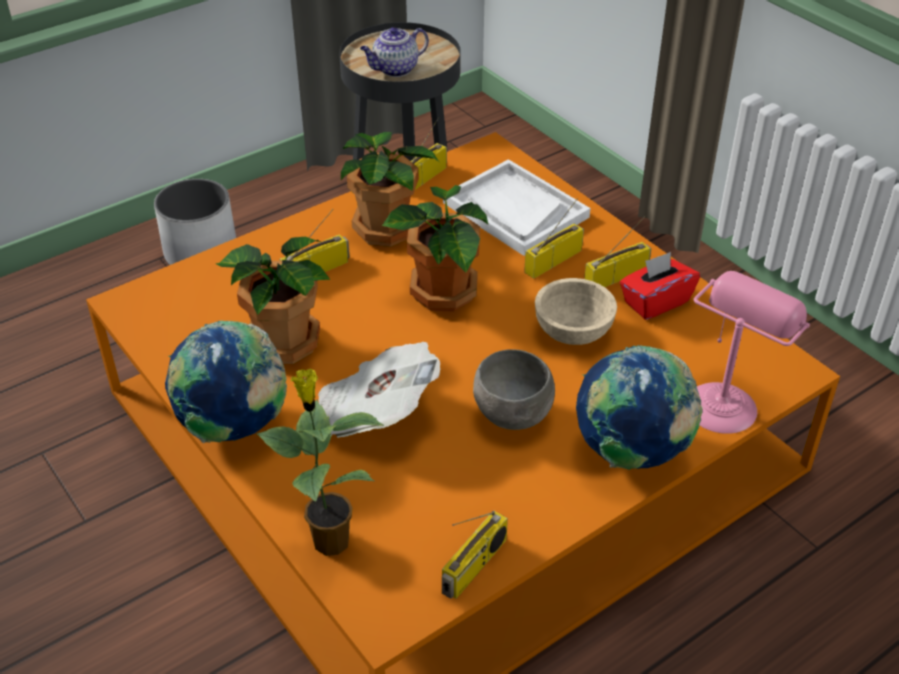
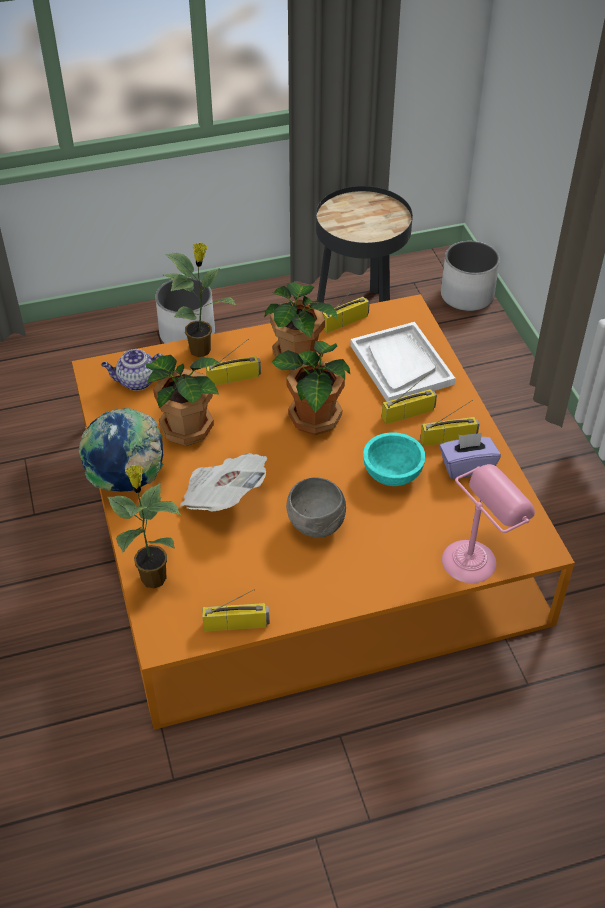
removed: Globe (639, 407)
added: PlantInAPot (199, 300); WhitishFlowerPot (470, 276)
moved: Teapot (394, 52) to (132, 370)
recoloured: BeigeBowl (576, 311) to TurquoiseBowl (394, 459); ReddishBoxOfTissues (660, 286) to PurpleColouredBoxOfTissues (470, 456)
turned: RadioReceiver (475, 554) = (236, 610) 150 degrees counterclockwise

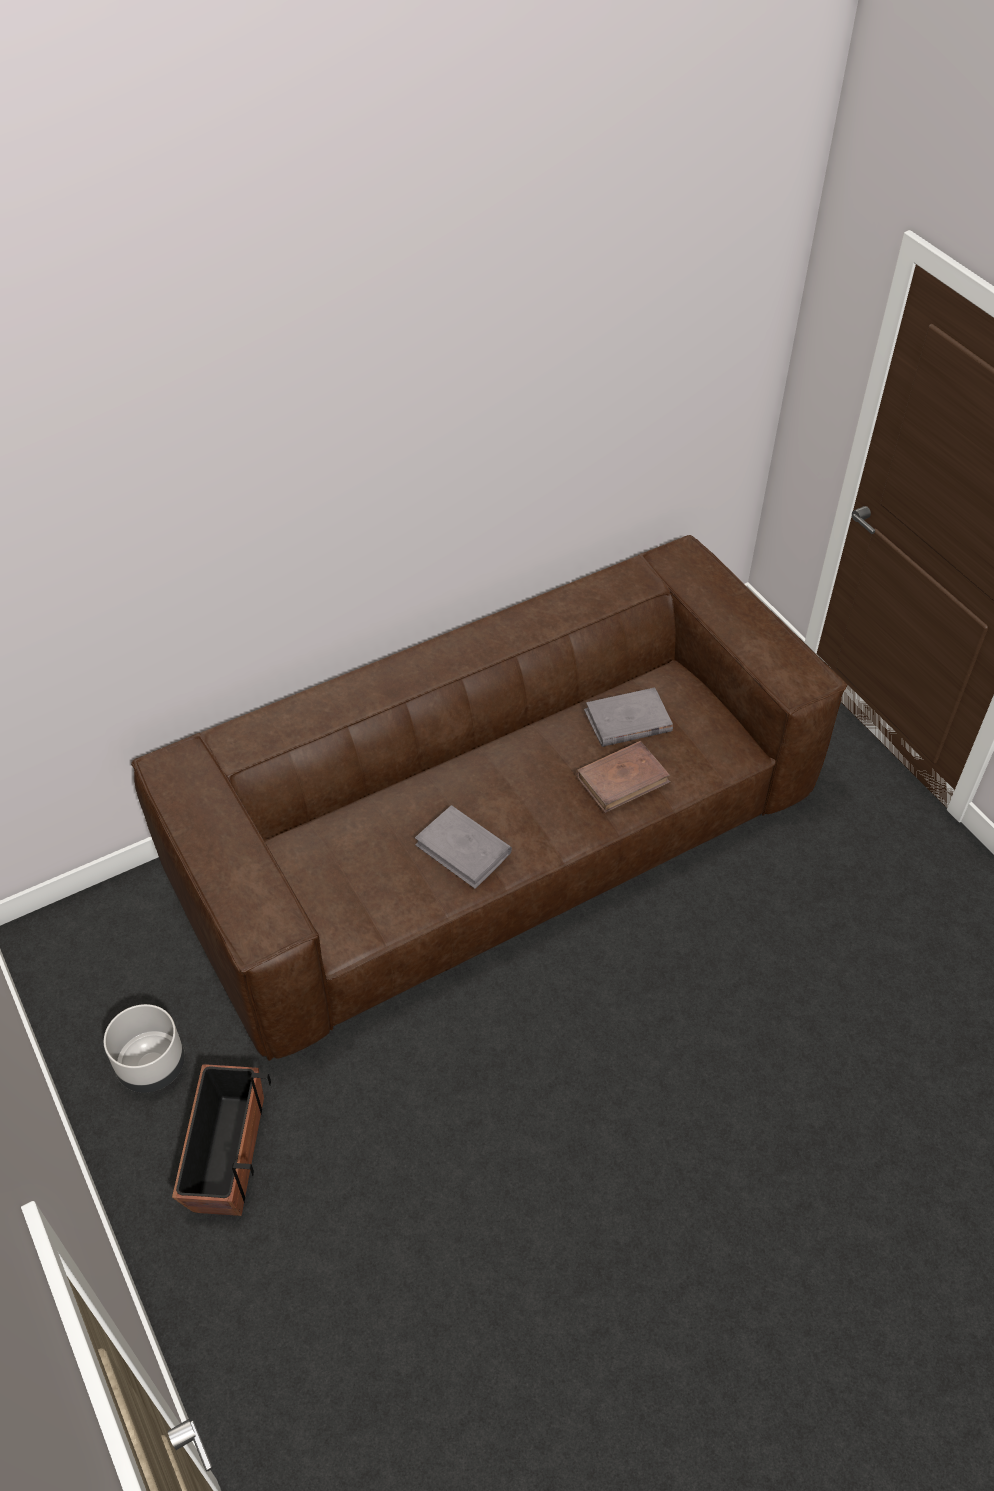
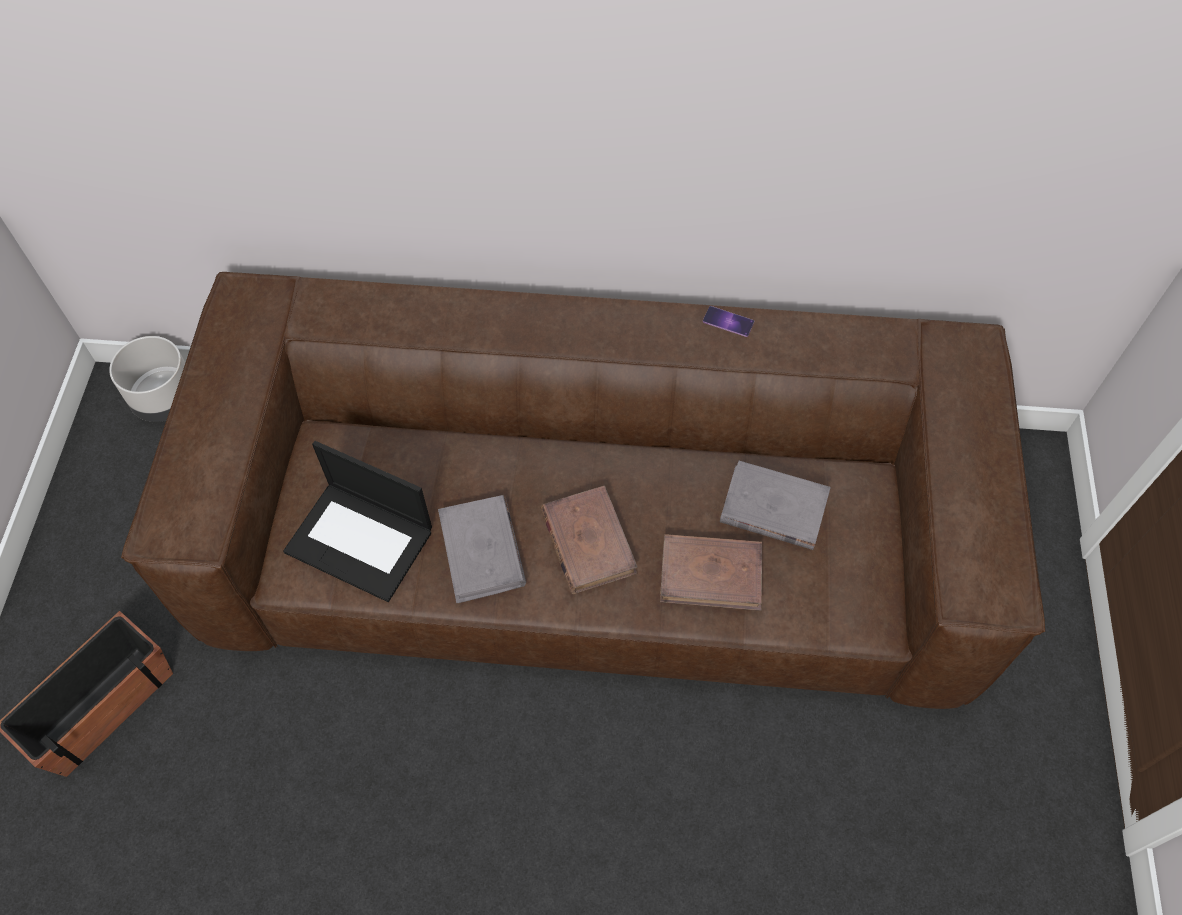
added: NotebookComputer (357, 521); BrownColouredBoundBook (589, 540); Handset (728, 321)
moved: GrayFlowerPot (144, 1048) to (147, 379)

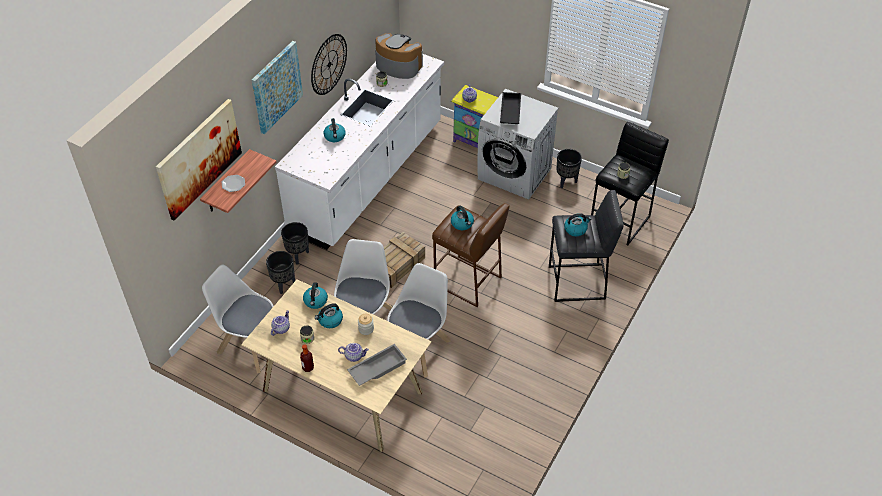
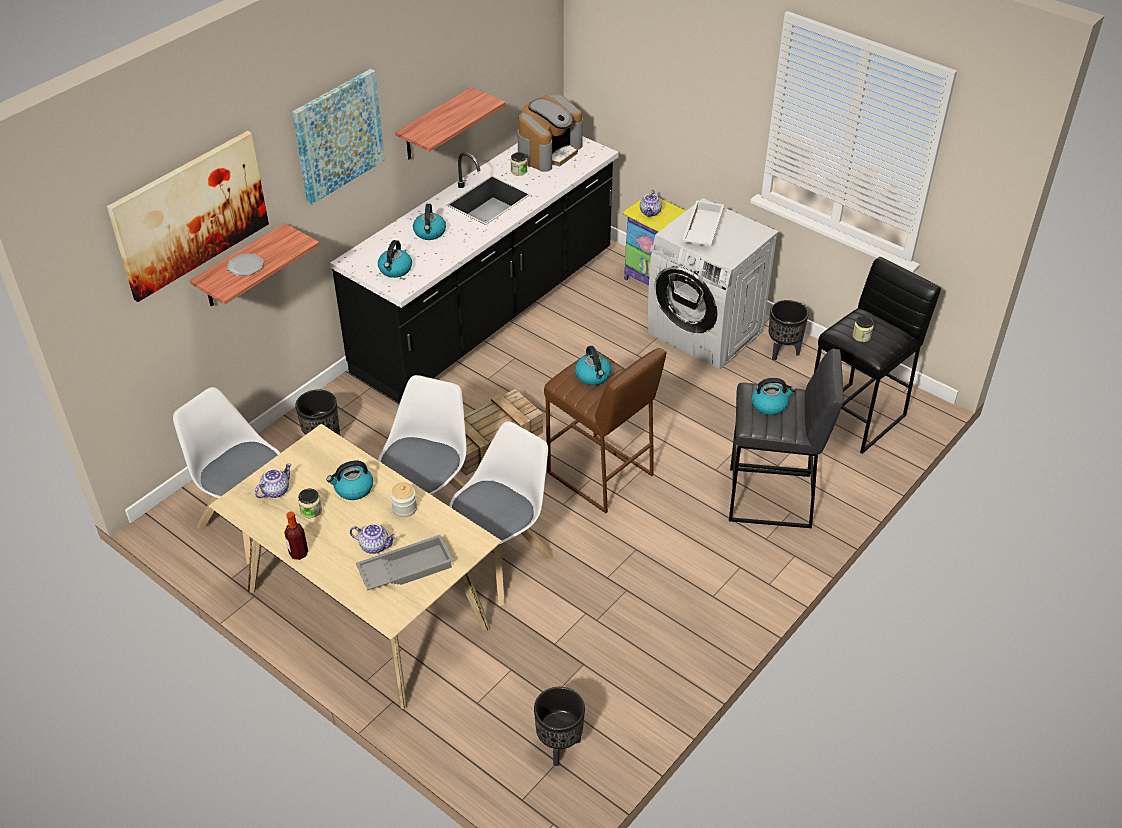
moved: TeaKettle (315, 295) to (395, 259); BlackFlowerPot (295, 243) to (559, 726)
replaced: WallClock (329, 64) to WallShelf (450, 123)
recoloured: WhitishKitchenBaseUnit (359, 152) to BlackKitchenBaseUnit (474, 270); BlackCarryingTray (510, 108) to WhitishCarryingTray (703, 223)
turned: CoffeeMachine (399, 56) = (550, 133) 90 degrees clockwise

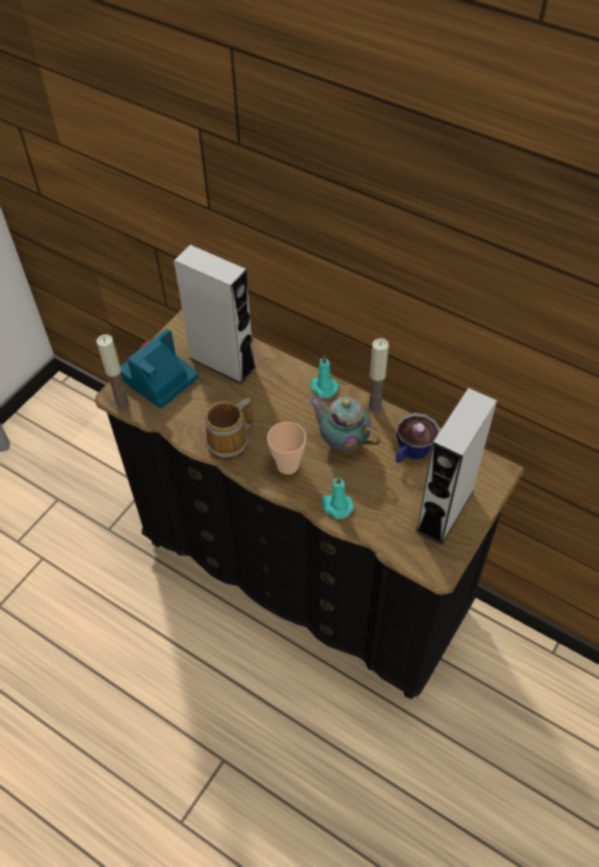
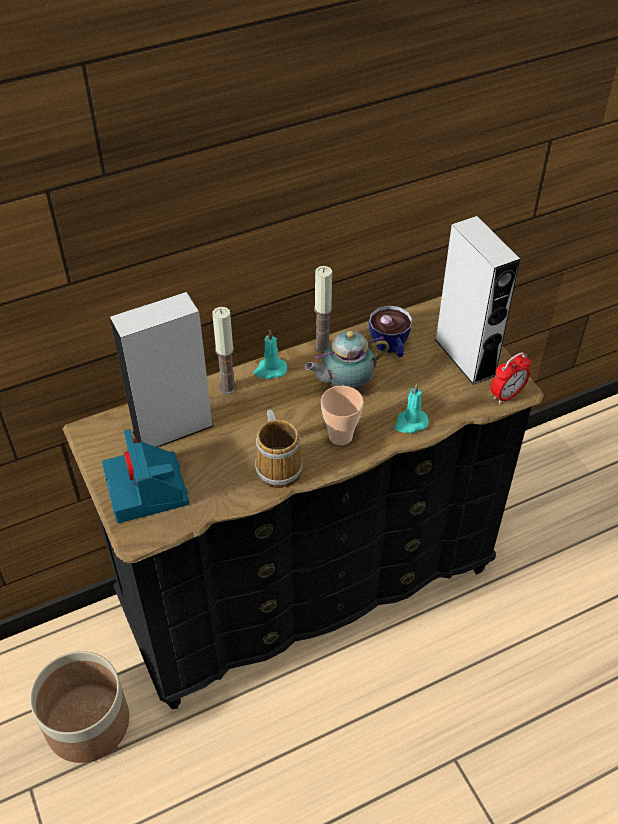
added: FlowerPot (79, 707); AlarmClock (511, 378)
moved: WaxLight (113, 371) to (224, 351)

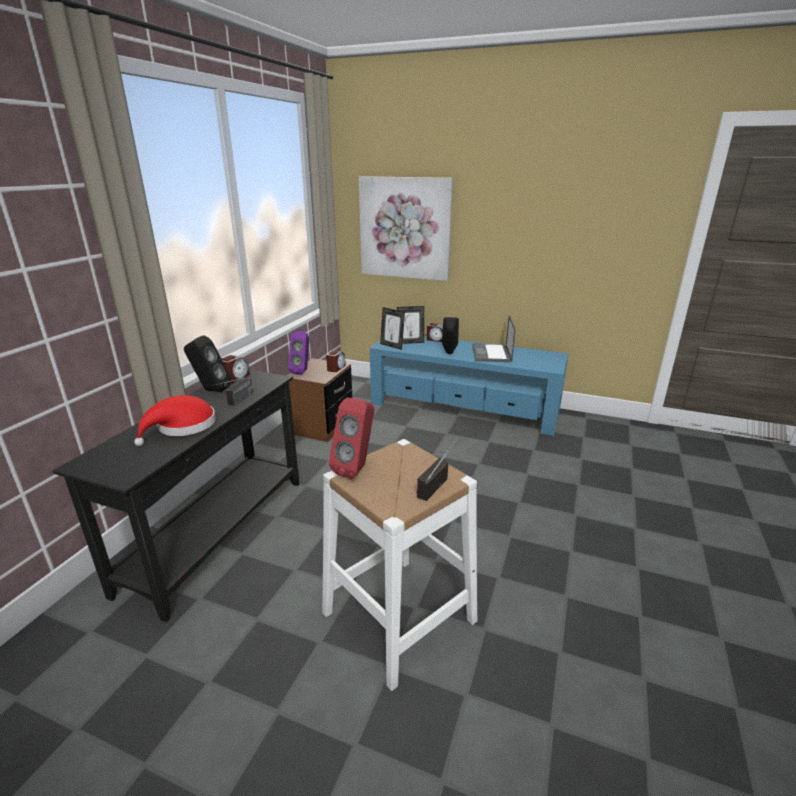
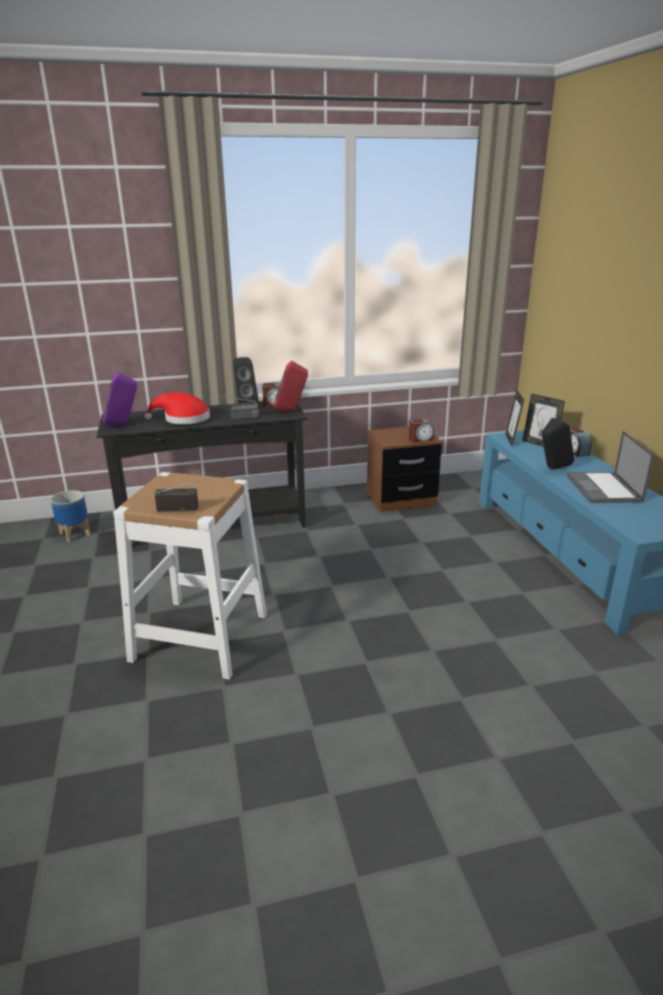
removed: WallArt (406, 228)
added: FlowerPot (70, 516)
moved: PurpleColouredLoudspeaker (299, 353) to (120, 399); ReddishLoudspeaker (351, 438) to (291, 386)
turned: NotebookComputer (494, 338) = (610, 467) 60 degrees counterclockwise

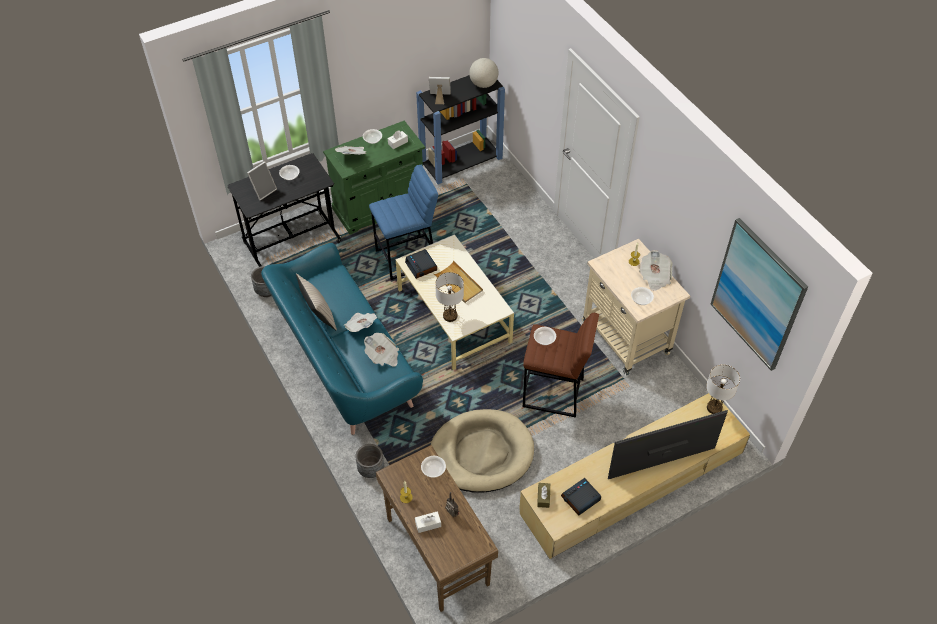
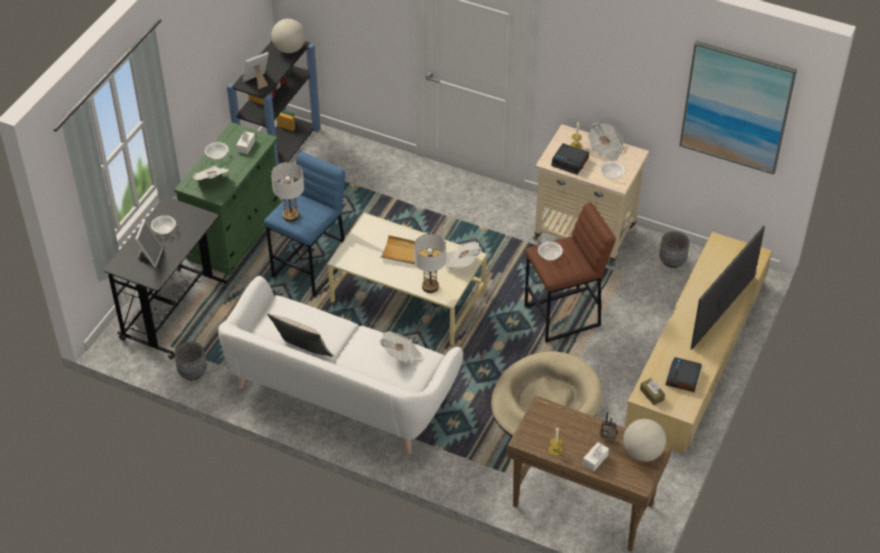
removed: Bowl (433, 467)
added: Globe (644, 440)
moved: LampForATable (723, 389) to (287, 192); PrintedPaper (360, 322) to (463, 256); AlarmClock (421, 264) to (570, 159); GrayFlowerPot (369, 461) to (674, 249)
recoloured: TurquoiseSofa (342, 339) to WhitishSofa (340, 365)

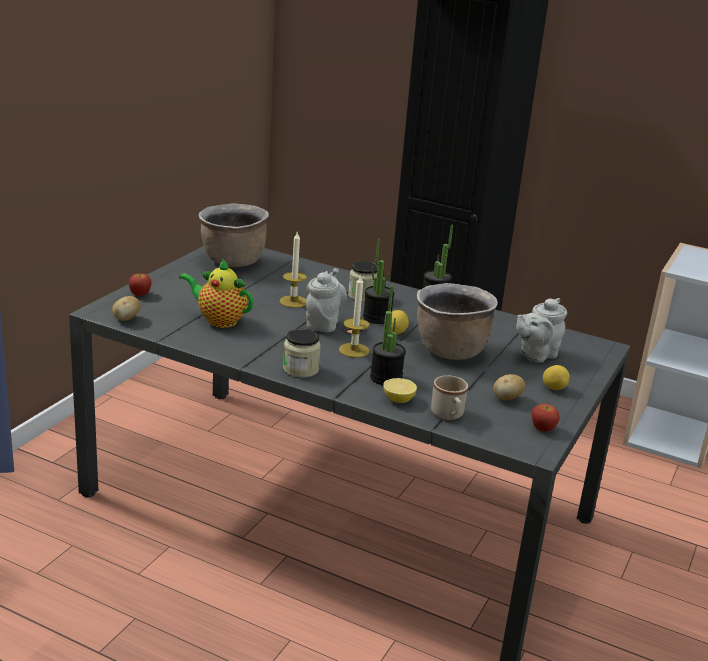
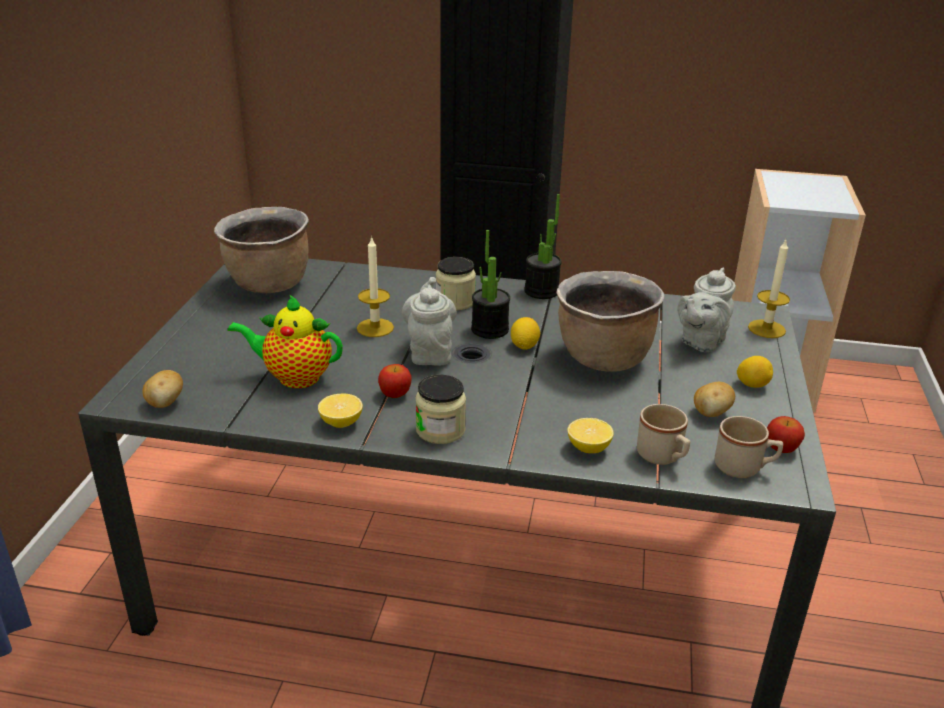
removed: PlantInAPot (388, 335)
added: WholeLemon (340, 411); BeigeTeaMug (749, 447)
moved: AppleFruit (140, 285) to (394, 381); WaxLight (354, 316) to (769, 289)

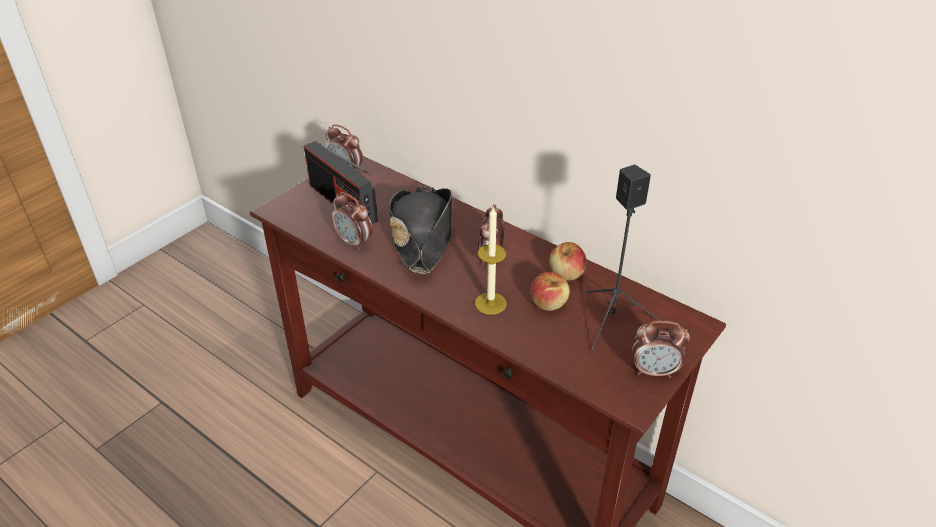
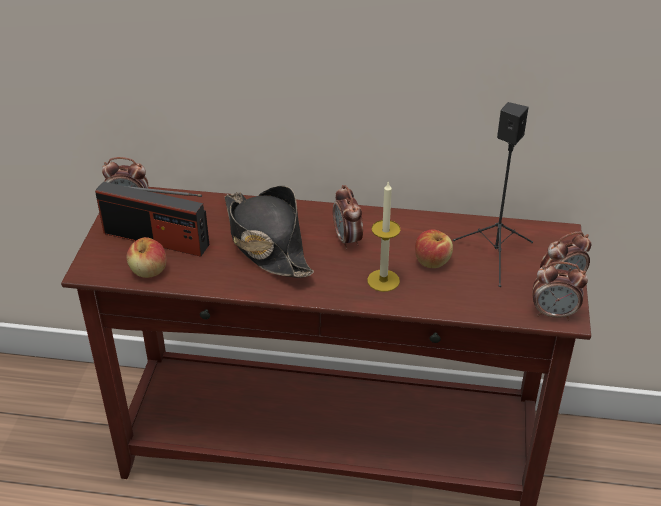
moved: AppleFruit (567, 261) to (147, 257); AlarmClock (352, 221) to (560, 291)

